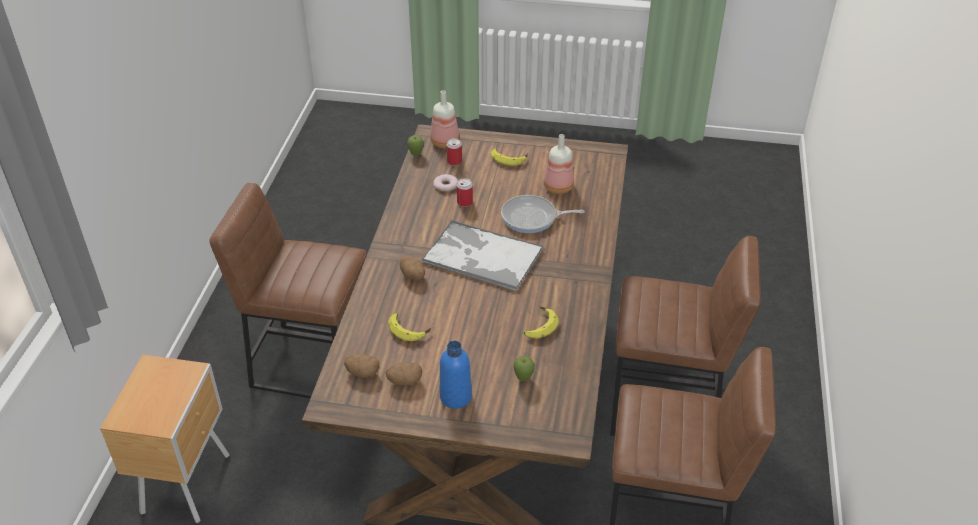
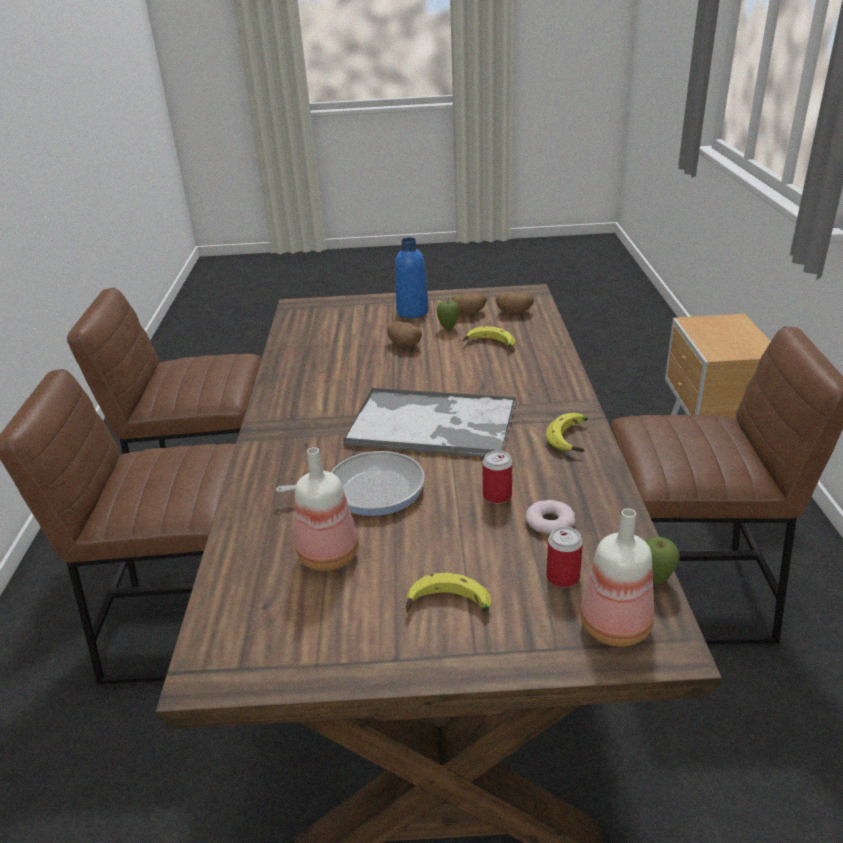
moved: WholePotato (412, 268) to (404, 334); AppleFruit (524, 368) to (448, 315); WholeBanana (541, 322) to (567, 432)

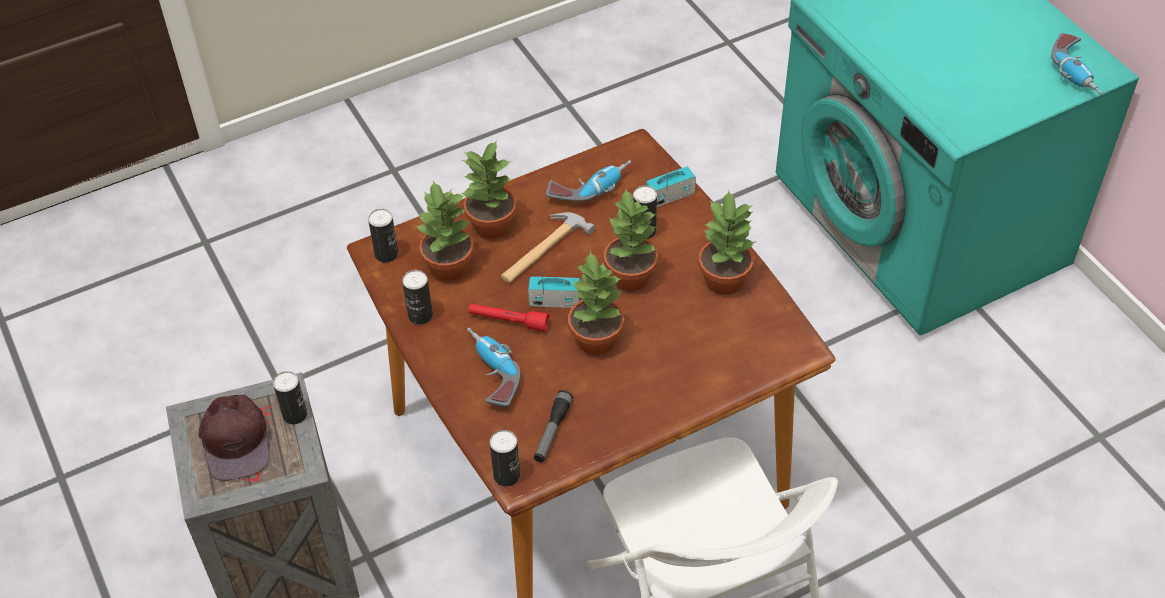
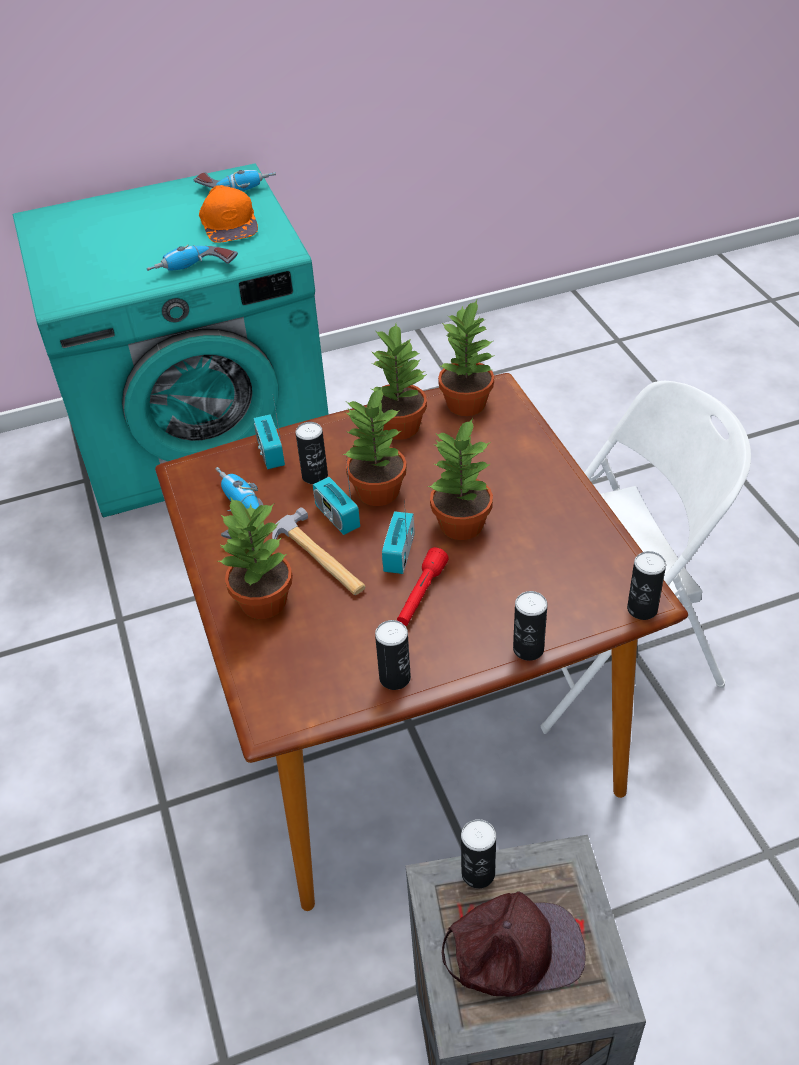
removed: Torch (553, 426)
added: OrangeColouredBaseballCap (228, 214); RadioReceiver (336, 497)
moved: Drill (493, 367) to (192, 258); PlantInAPot (445, 231) to (466, 358); SealedCan (383, 236) to (530, 626)

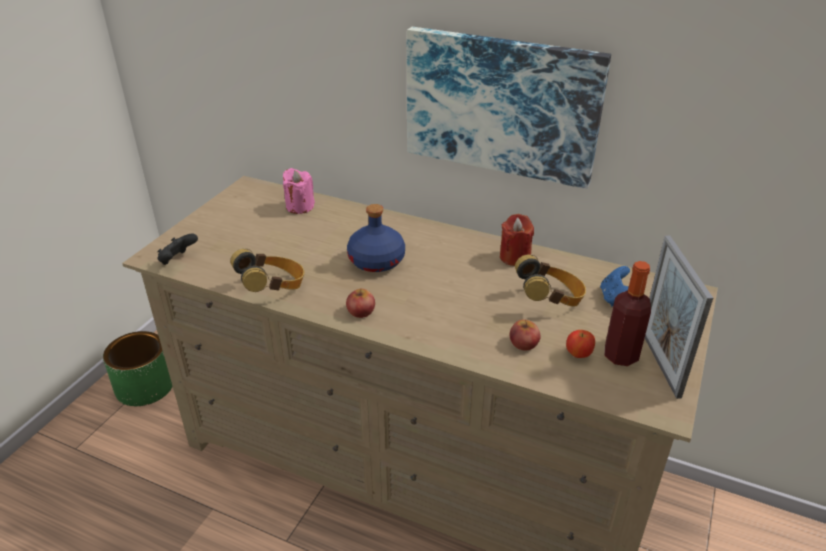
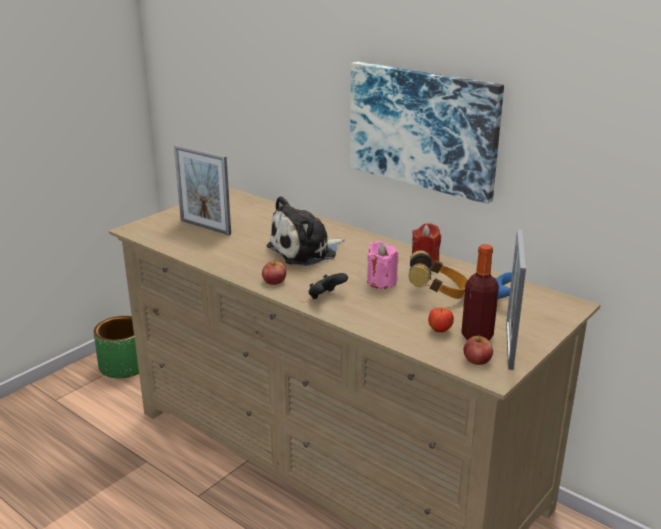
removed: Headphones (267, 270)
added: StandingFrame (202, 190)
moved: BlackJoypad (177, 249) to (328, 286); PinkColouredWaxLight (299, 191) to (382, 265); AppleFruit (525, 334) to (478, 349)
replaced: BlueColouredBottle (376, 238) to SoftToy (305, 231)

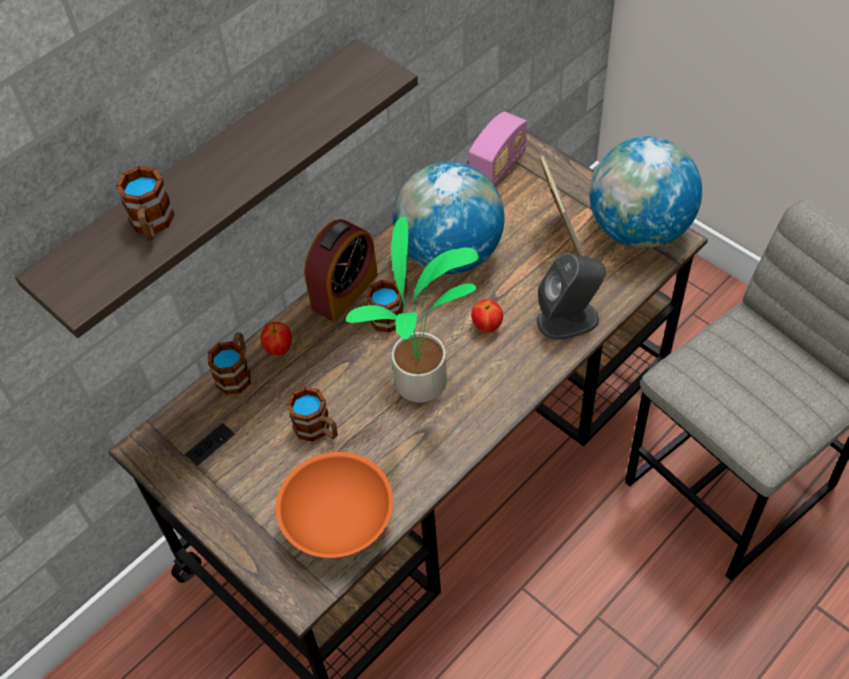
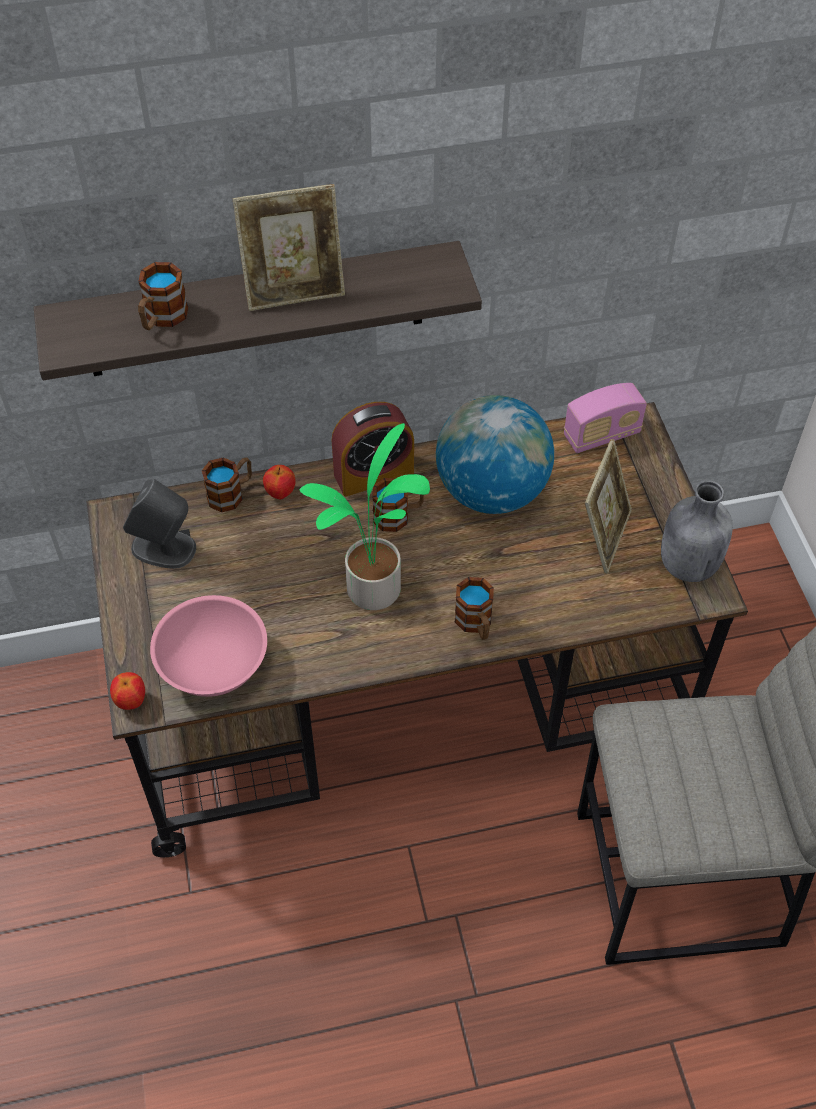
added: StandingFrame (289, 247)
moved: AppleFruit (487, 316) to (127, 691); GrayLoudspeaker (571, 296) to (159, 523); TeaMug (312, 414) to (474, 608)
replaced: Globe (646, 192) to GrayBottle (697, 531)
recoloured: OrangeColouredBowl (334, 505) to PinkColouredBowl (208, 646)

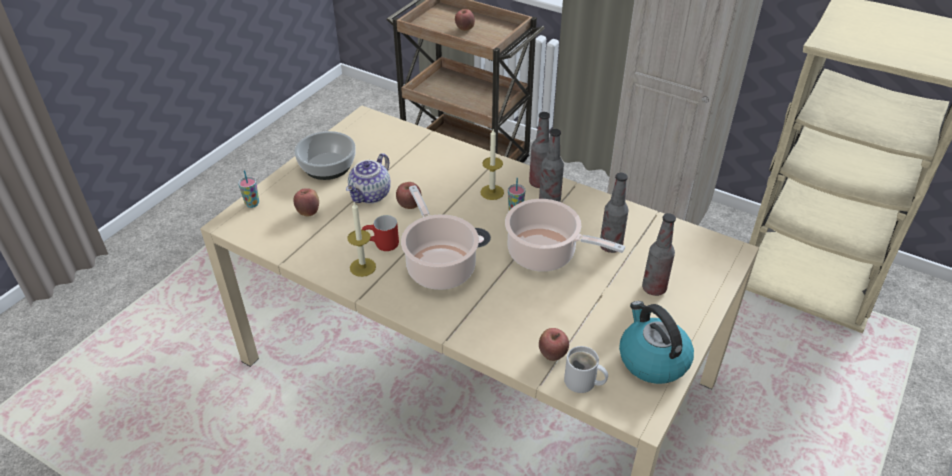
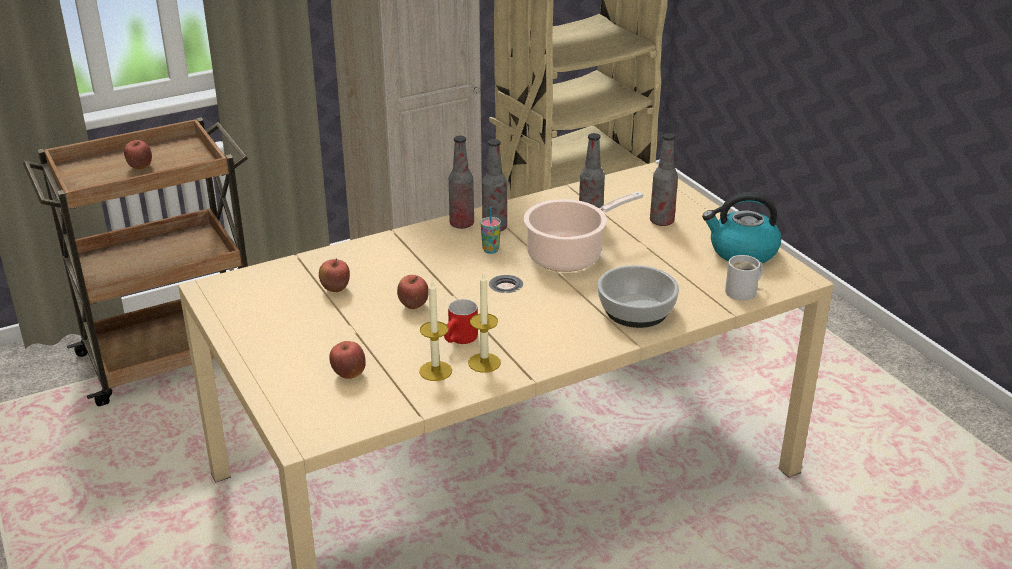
removed: SmallCup (248, 189); Teapot (368, 178); Saucepot (440, 237)
moved: AppleFruit (554, 344) to (334, 275); WaxLight (492, 164) to (435, 331); Bowl (324, 155) to (638, 296)

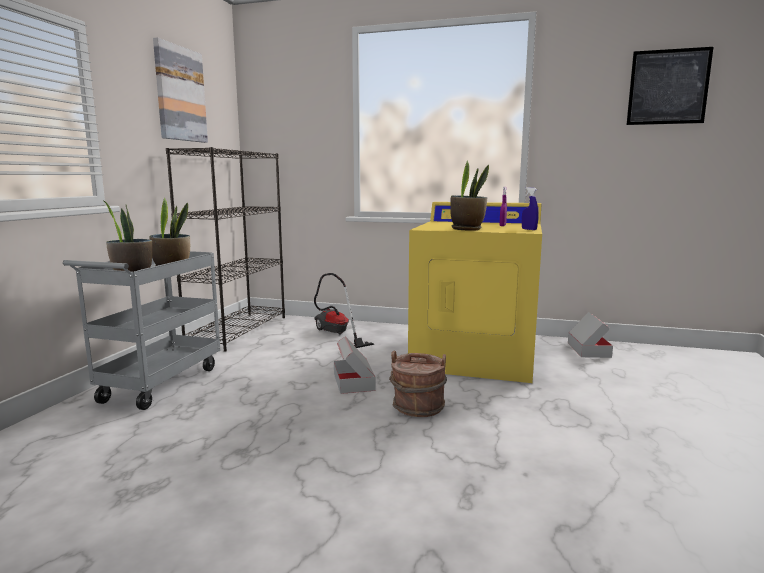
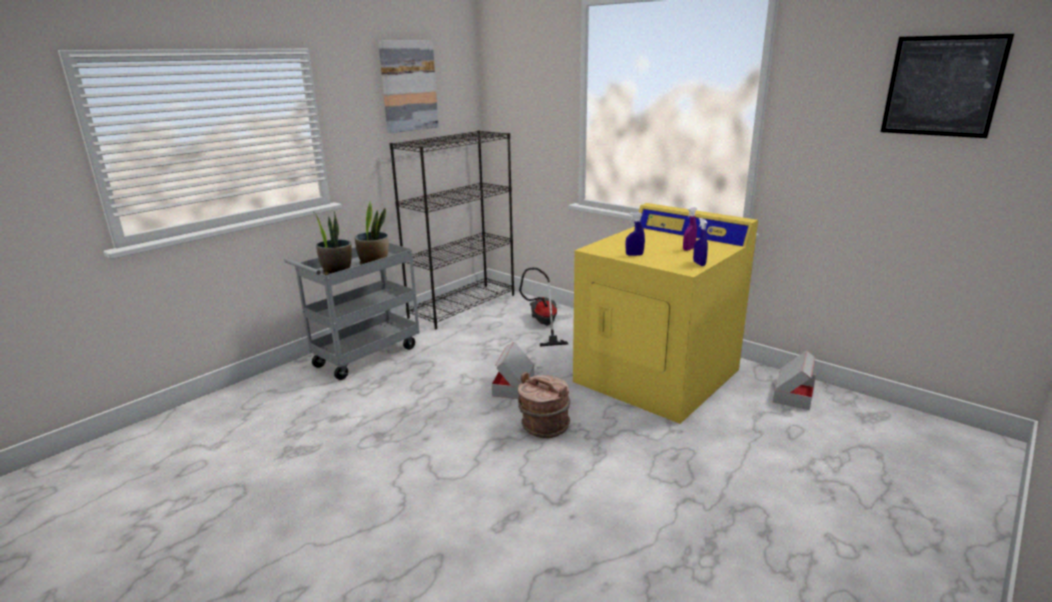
replaced: PlantInAPot (469, 196) to BlueColouredHandSprayer (635, 234)

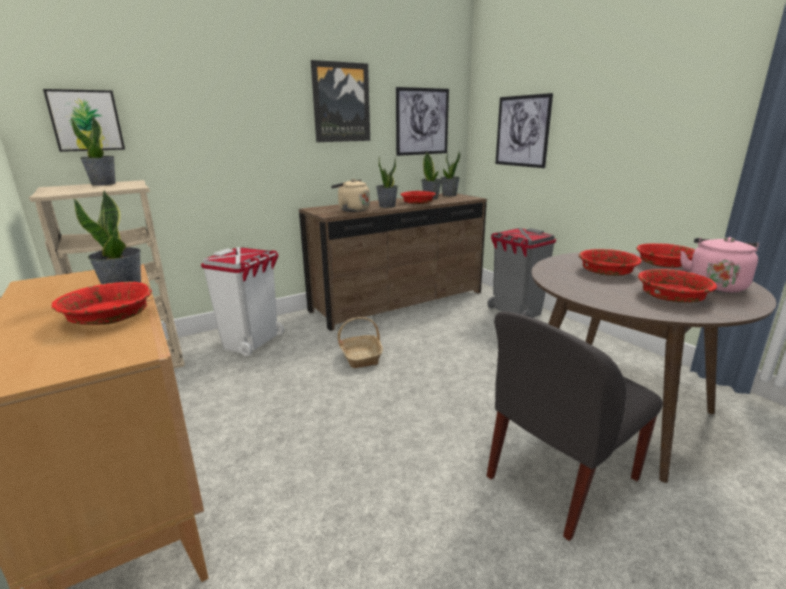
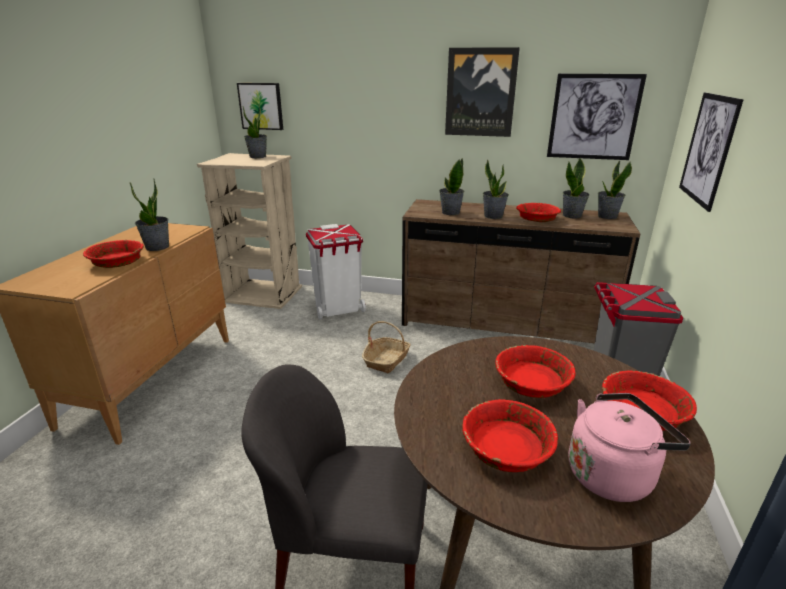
replaced: BeigeTeaKettle (350, 195) to PlantInAPot (452, 186)

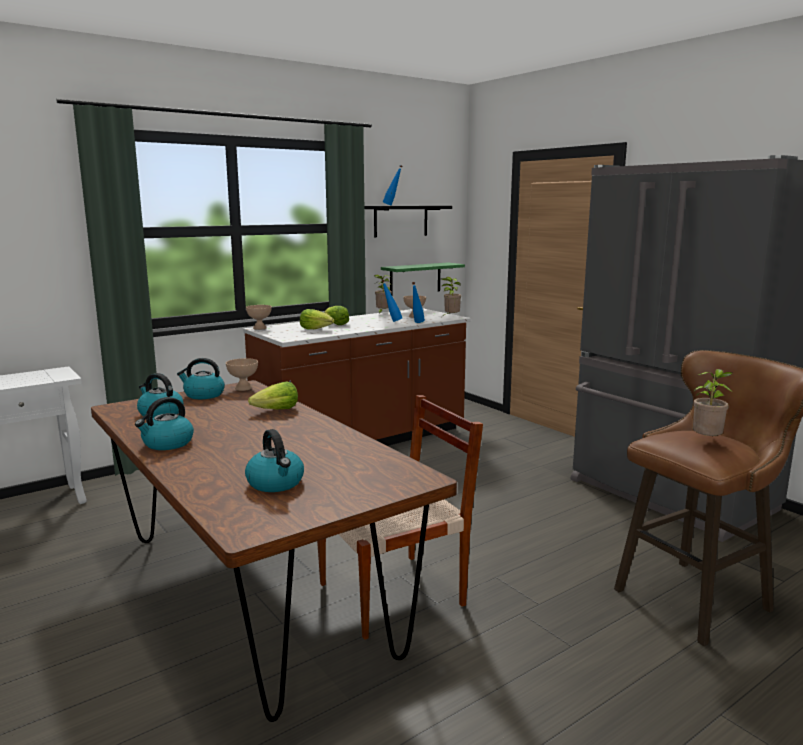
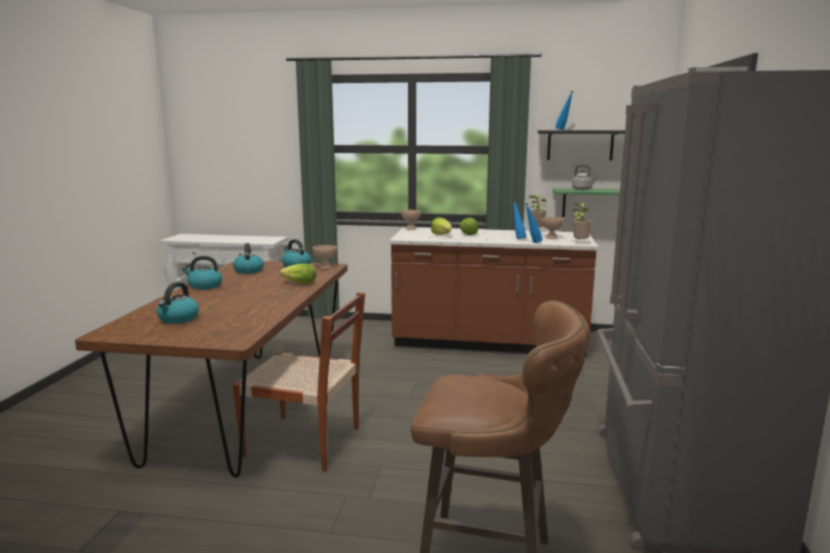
removed: PlantInAPot (713, 403)
added: GrayTeaKettle (584, 177)

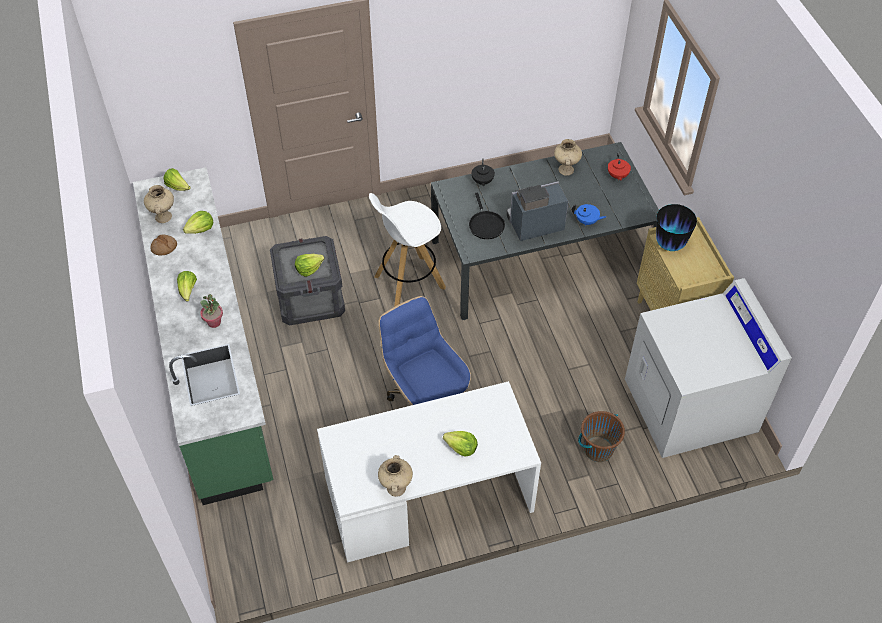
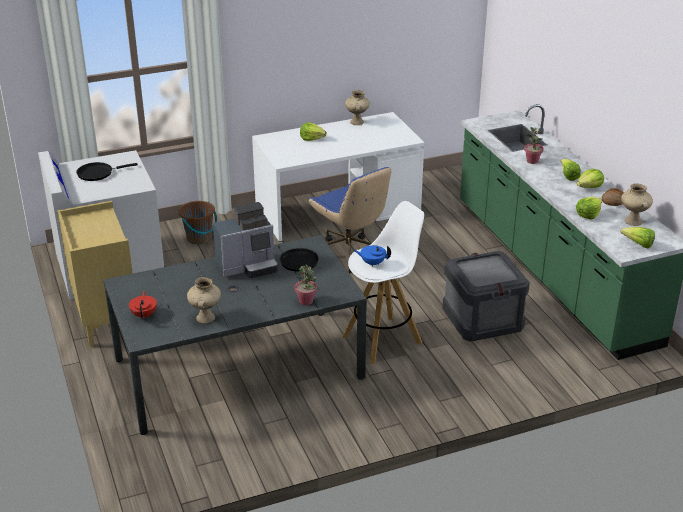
removed: Vase (676, 227)
added: BlackFryingPan (107, 171)
moved: BlueColouredTeapot (589, 215) to (372, 256); LettuceHead (309, 265) to (590, 178)
replaced: BlackTeapot (483, 172) to PlantInAPot (306, 284)

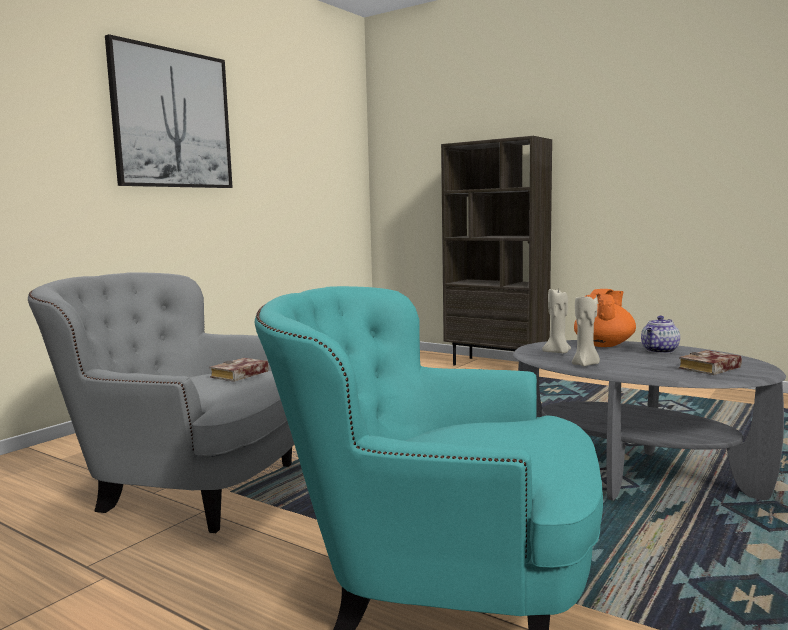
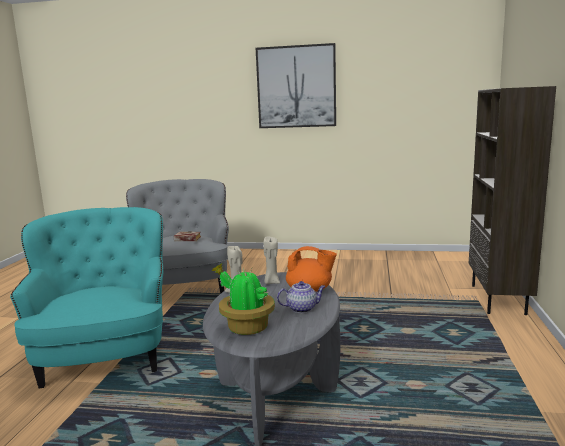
replaced: BoundBook (710, 362) to PlantInAPot (243, 299)
turned: Teapot (660, 334) = (301, 297) 150 degrees clockwise

